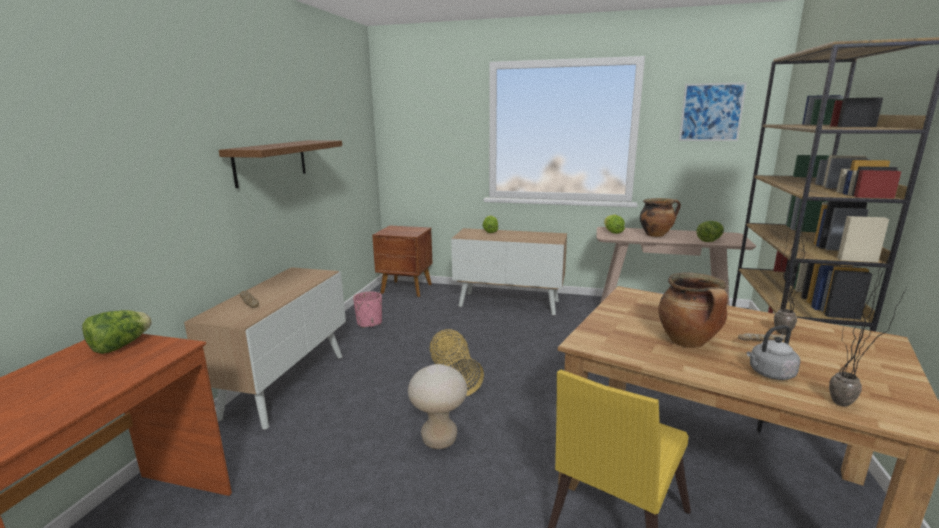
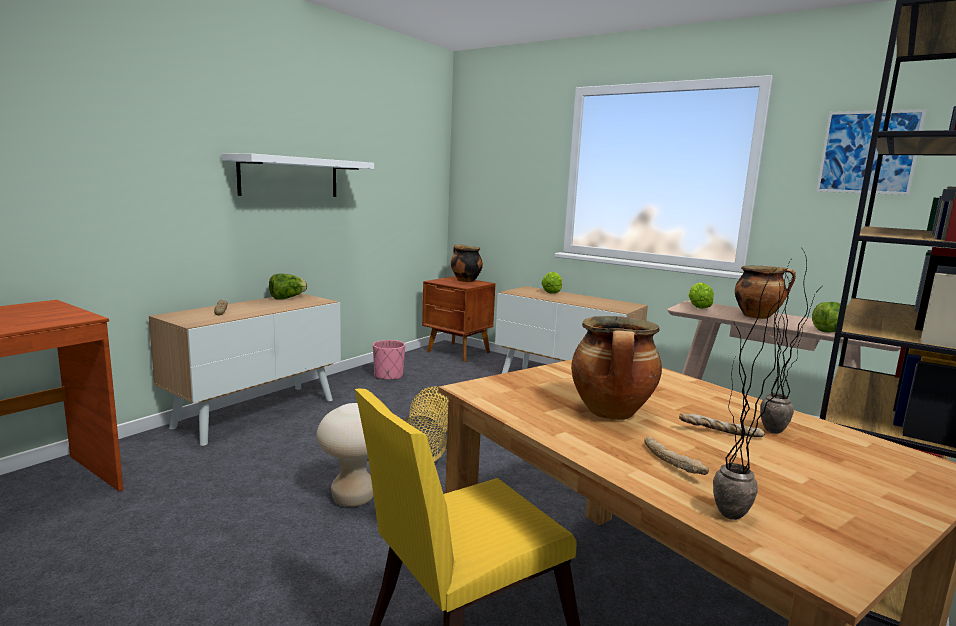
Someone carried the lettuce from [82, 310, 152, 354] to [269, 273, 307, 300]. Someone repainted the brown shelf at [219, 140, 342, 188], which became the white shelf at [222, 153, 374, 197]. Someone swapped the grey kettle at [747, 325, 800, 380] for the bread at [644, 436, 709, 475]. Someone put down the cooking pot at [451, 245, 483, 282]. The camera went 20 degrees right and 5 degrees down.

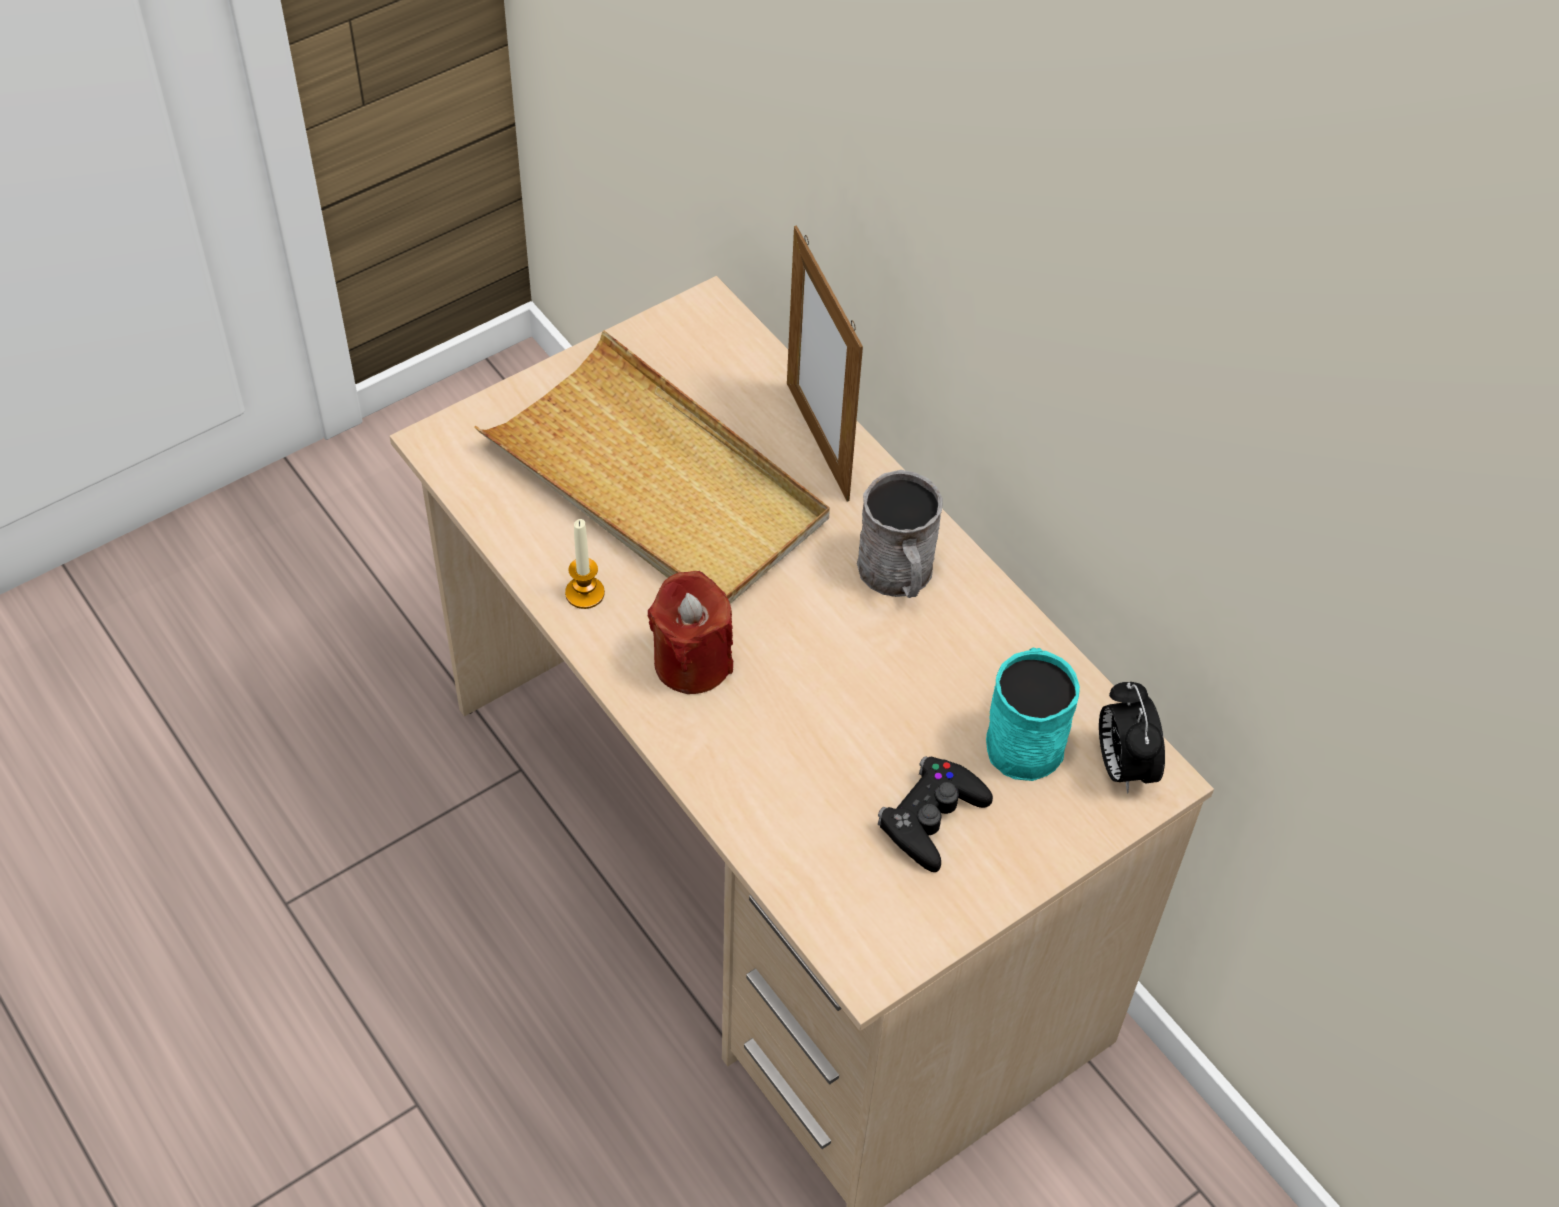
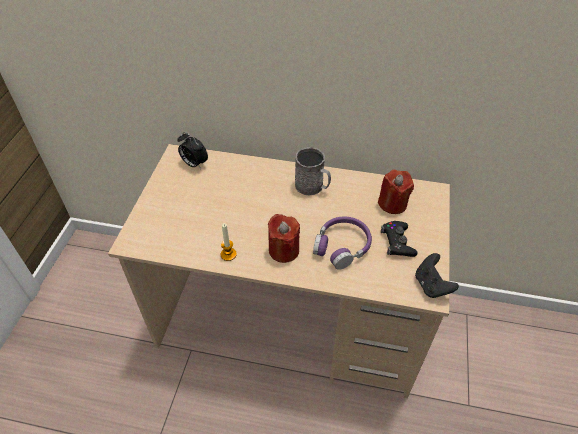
Someone took away the beige tray at [475, 330, 830, 604]. Someone took away the picture frame at [787, 225, 863, 502]. Someone swapped the turquoise mug at [986, 647, 1080, 781] for the red candle at [378, 169, 414, 214]. Someone carried the alarm clock from [1099, 682, 1165, 793] to [177, 132, 208, 169]. Someone put down the purple headphones at [313, 217, 372, 270]. Someone put down the black game controller at [415, 253, 459, 298]. The camera went 40 degrees left and 5 degrees down.

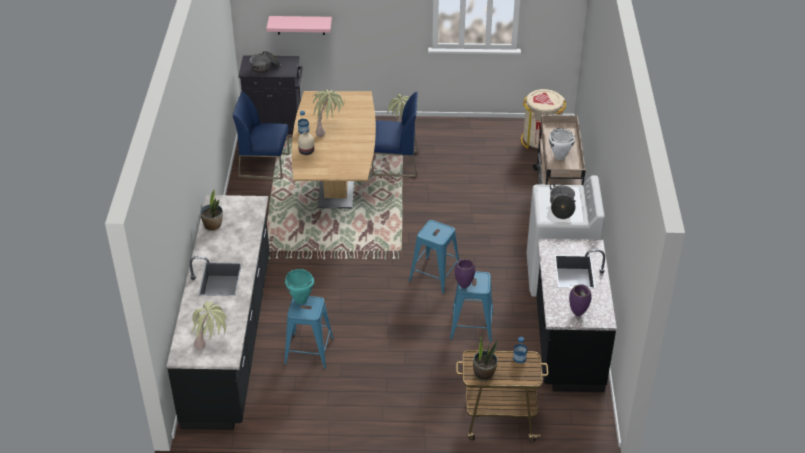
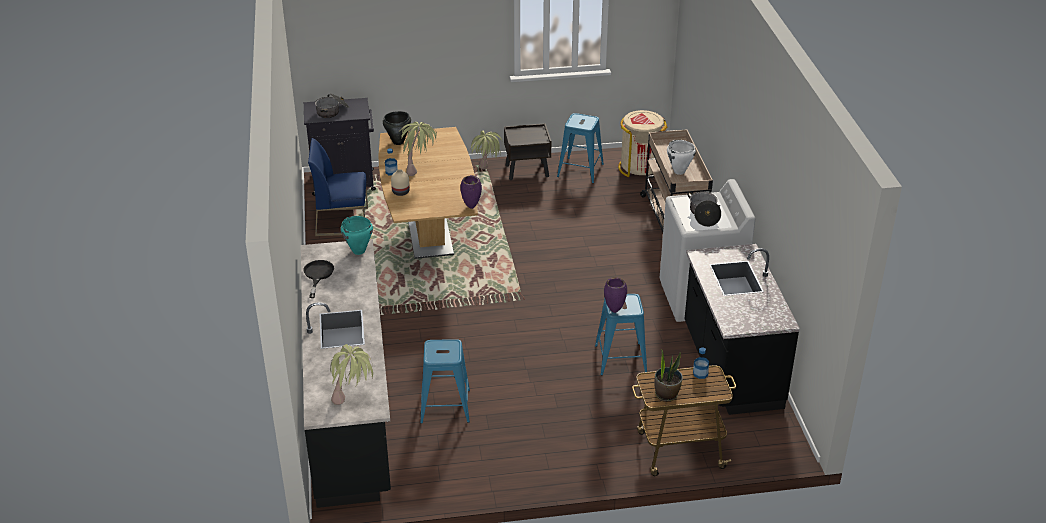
Someone swapped the potted plant at [200, 189, 223, 231] for the black frying pan at [303, 260, 334, 298]. Someone took away the pink shelf at [266, 16, 332, 35]. Someone carried the turquoise cooking pot from [285, 269, 314, 304] to [341, 216, 373, 255]. Someone took away the blue chair at [372, 92, 418, 177]. Someone carried the blue stool from [409, 220, 459, 294] to [557, 113, 604, 183]. Someone carried the purple vase from [569, 284, 592, 316] to [460, 175, 482, 209]. Someone put down the black cooking pot at [383, 111, 411, 145]. Someone put down the brown nightstand at [504, 123, 551, 180]. The camera went 10 degrees left and 5 degrees down.

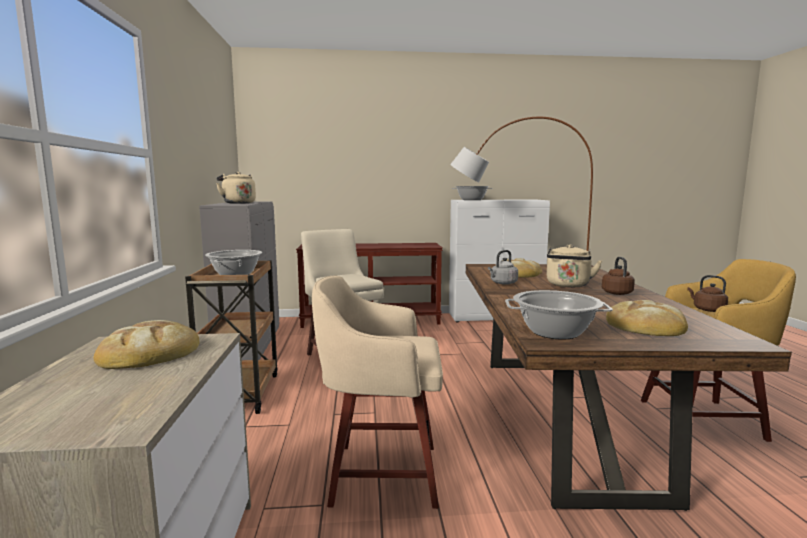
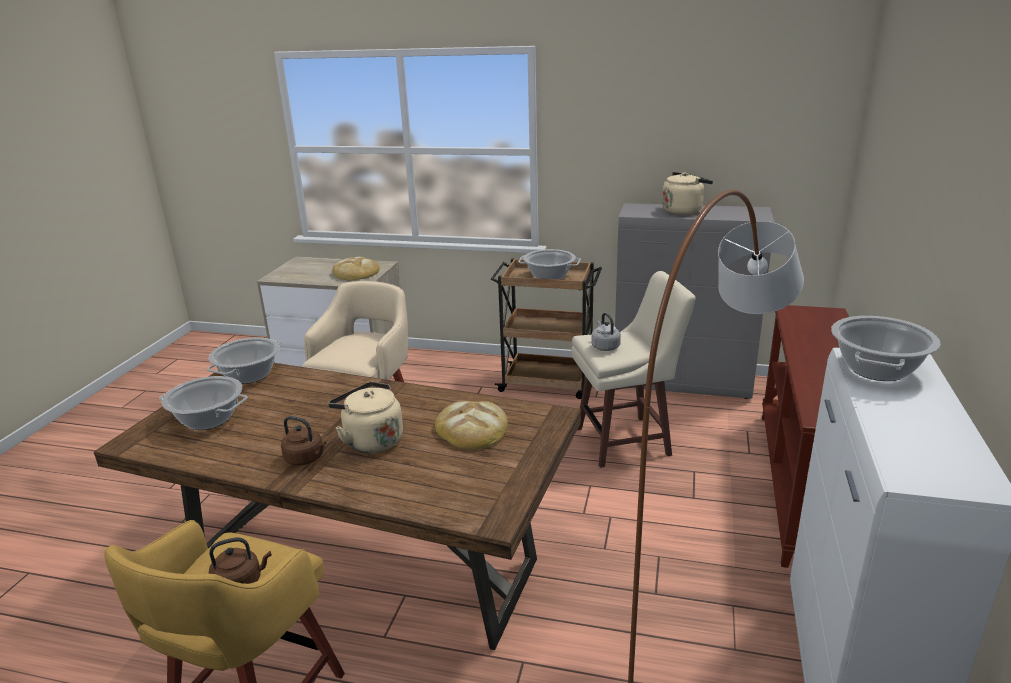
Someone carried the grey kettle from [488, 250, 518, 285] to [591, 313, 621, 351]. Someone swapped the bread at [606, 300, 688, 336] for the cooking pot at [159, 376, 248, 430]. The camera went 110 degrees right and 15 degrees up.

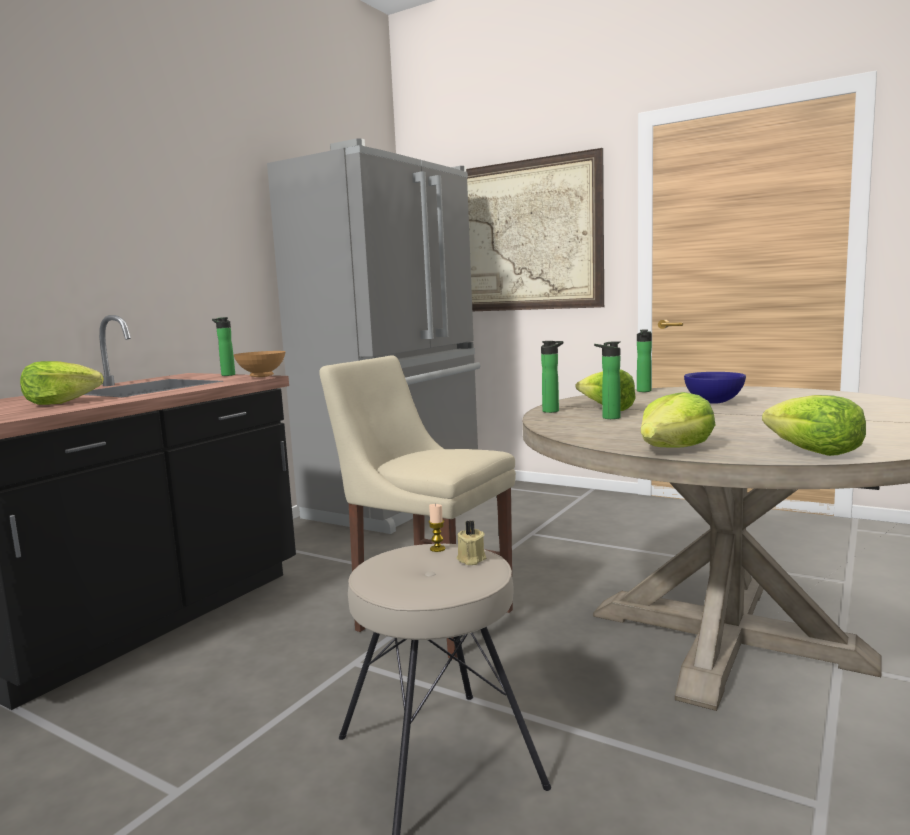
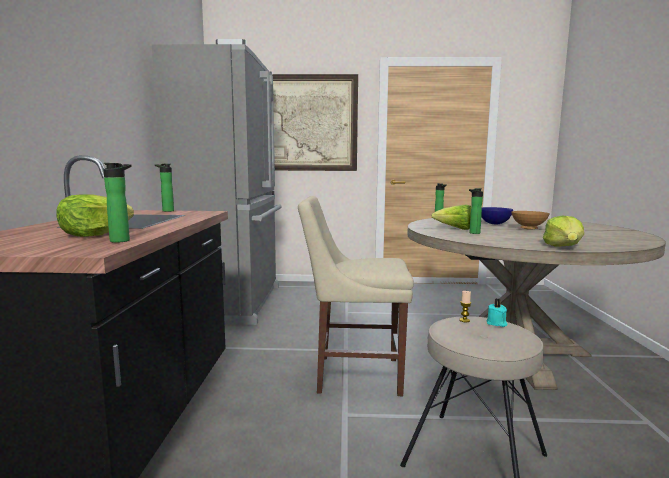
Someone carried the brown bowl from [234, 351, 286, 377] to [511, 211, 550, 230]. Someone repainted the beige candle at [456, 521, 486, 565], which became the turquoise candle at [487, 298, 507, 327]. Someone carried the bottle from [541, 341, 564, 413] to [103, 163, 132, 243]. Someone took away the lettuce at [762, 395, 866, 456]. The camera went 30 degrees left and 0 degrees up.

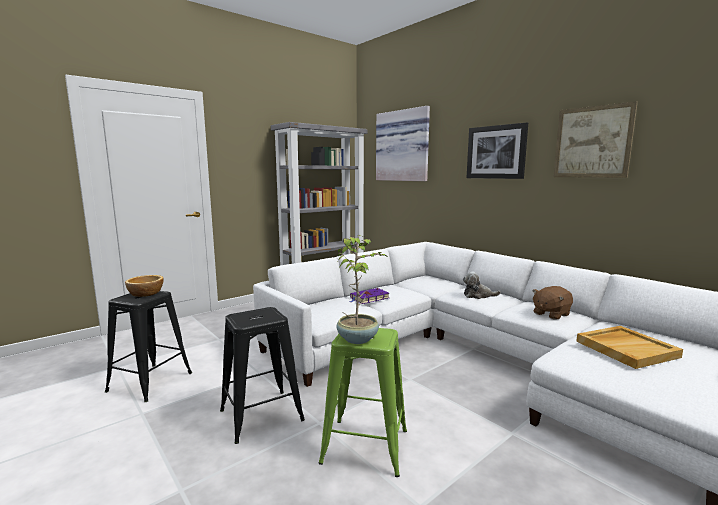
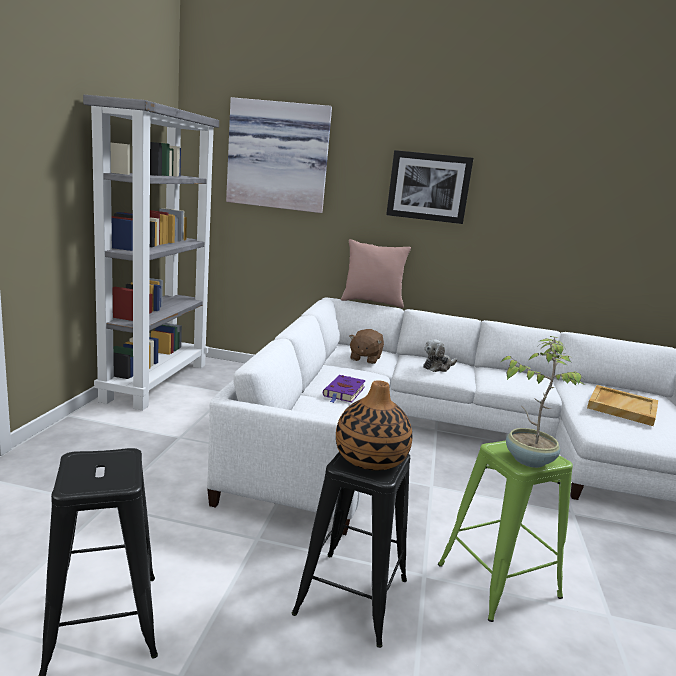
Someone took away the bowl at [125, 275, 164, 297]. Someone carried the brown plush toy from [532, 286, 573, 320] to [349, 329, 384, 364]. Someone took away the picture at [553, 101, 638, 178]. Someone put down the vase at [336, 380, 412, 471]. Someone put down the pink pillow at [341, 239, 411, 308]. The camera went 40 degrees left and 5 degrees up.

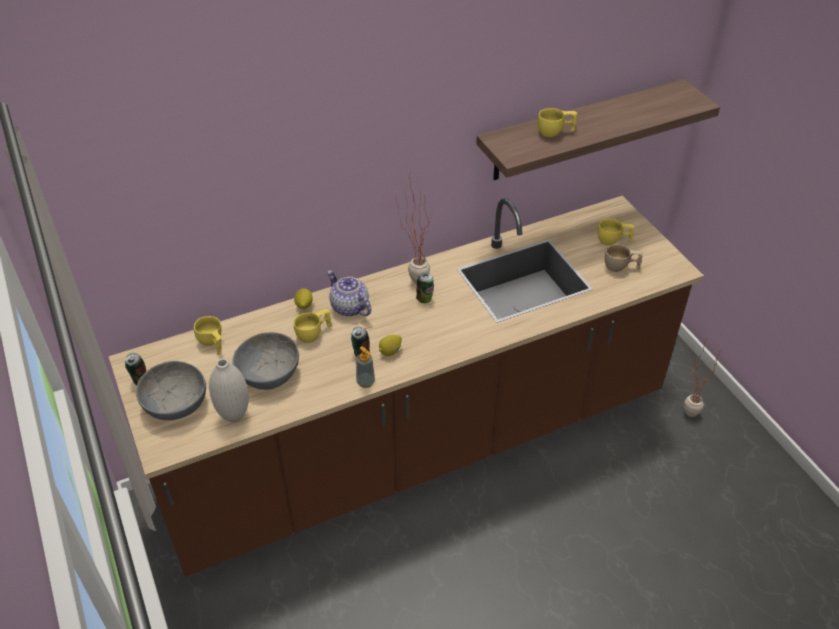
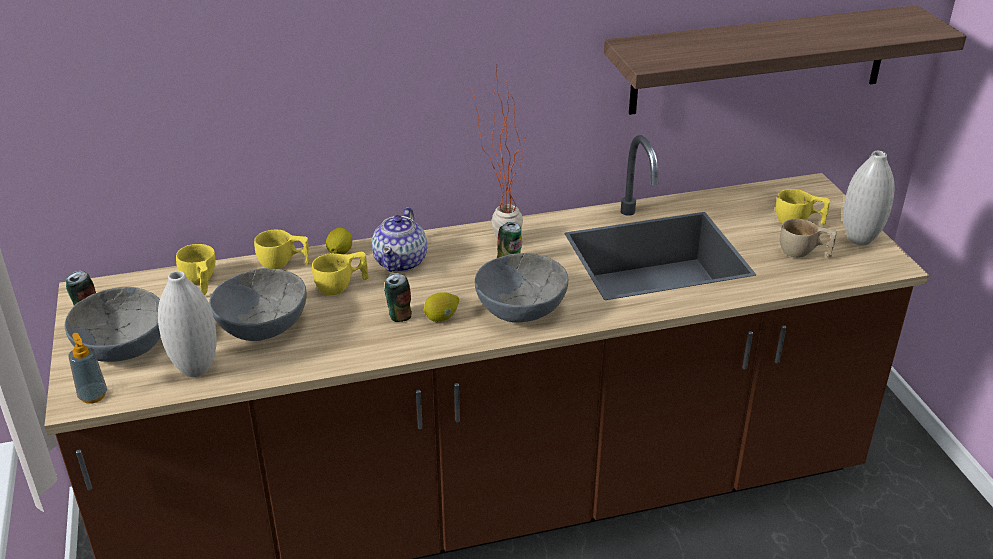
Someone rotated the teapot at [327, 270, 371, 316] by 135 degrees counterclockwise. Someone carried the soap dispenser from [356, 346, 375, 388] to [68, 333, 107, 404]. Someone carried the yellow cup from [538, 108, 577, 137] to [254, 230, 309, 269]. Someone took away the potted plant at [684, 340, 721, 417]. Someone put down the grey bowl at [475, 253, 568, 323]. Someone put down the white vase at [843, 151, 895, 246]. The camera went 10 degrees right and 10 degrees down.

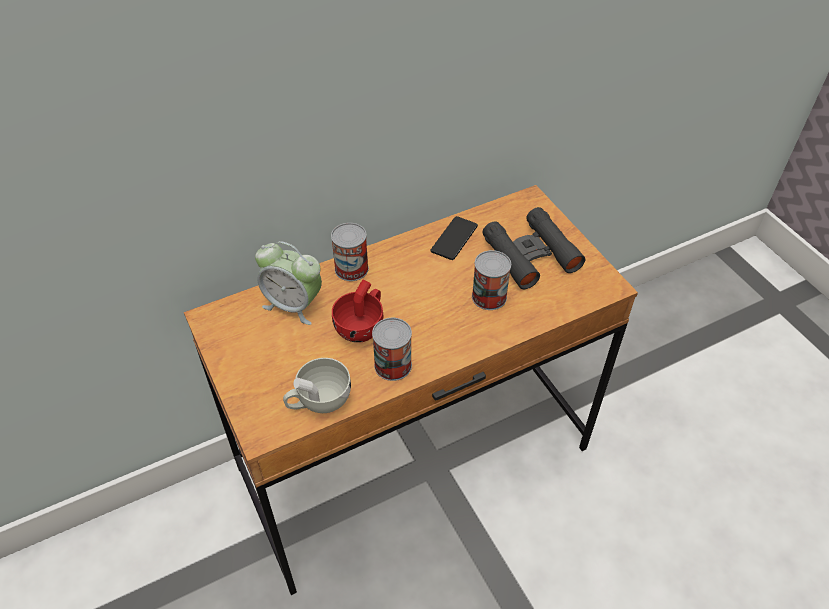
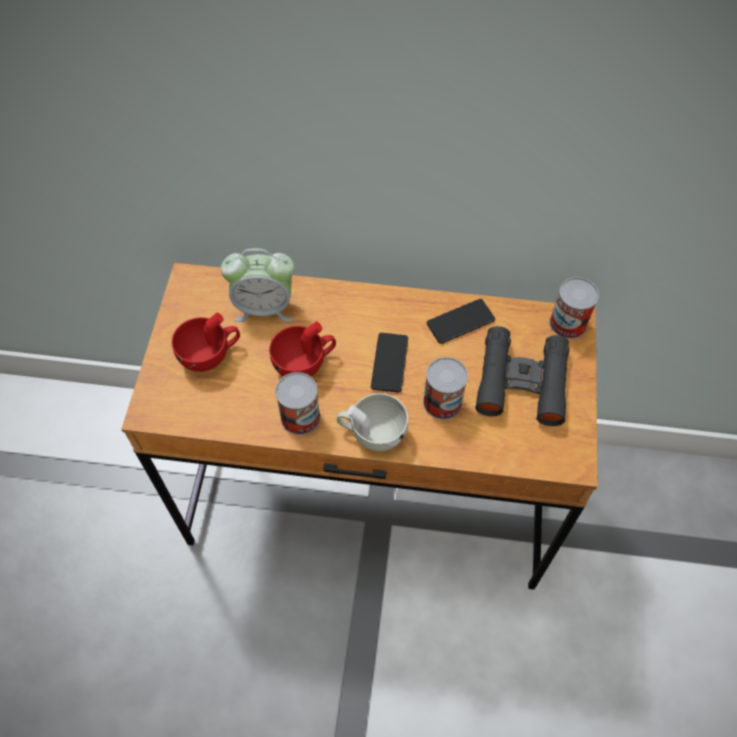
Someone rotated the alarm clock at [255, 241, 322, 325] by 60 degrees counterclockwise. Someone carried the white cup from [283, 358, 351, 413] to [337, 393, 408, 451]. Someone carried the can from [331, 223, 369, 281] to [549, 277, 599, 339]. Someone put down the red cup at [171, 313, 240, 372]. Someone put down the phone at [371, 333, 408, 393]. The camera went 35 degrees right and 10 degrees up.

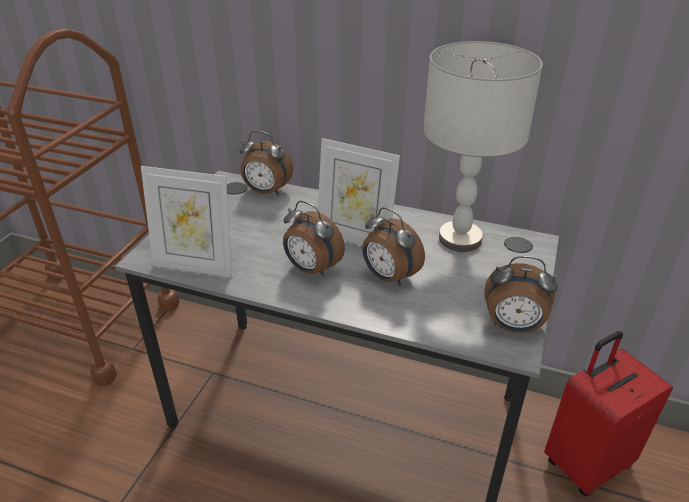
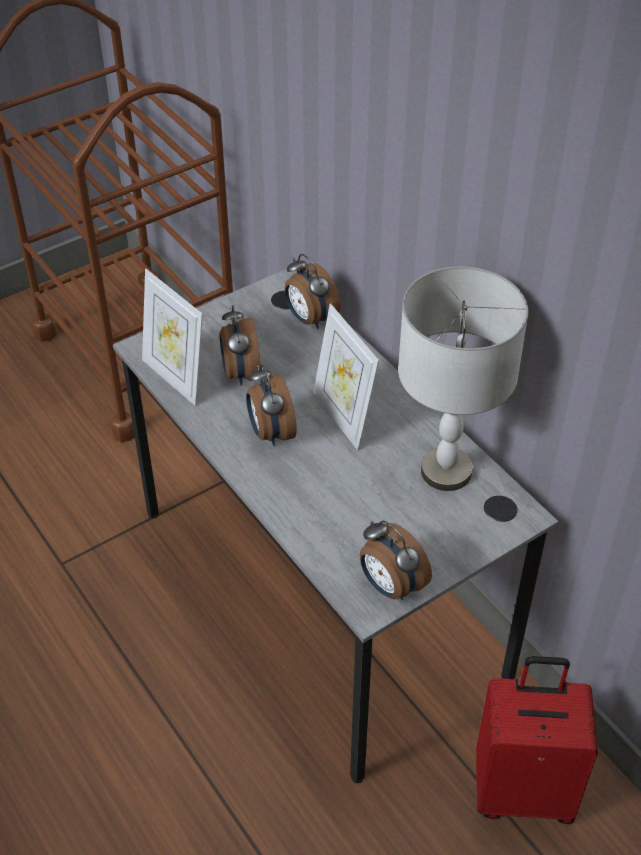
Someone carried the alarm clock from [362, 207, 425, 286] to [219, 305, 261, 386]. The camera went 35 degrees right and 10 degrees up.

